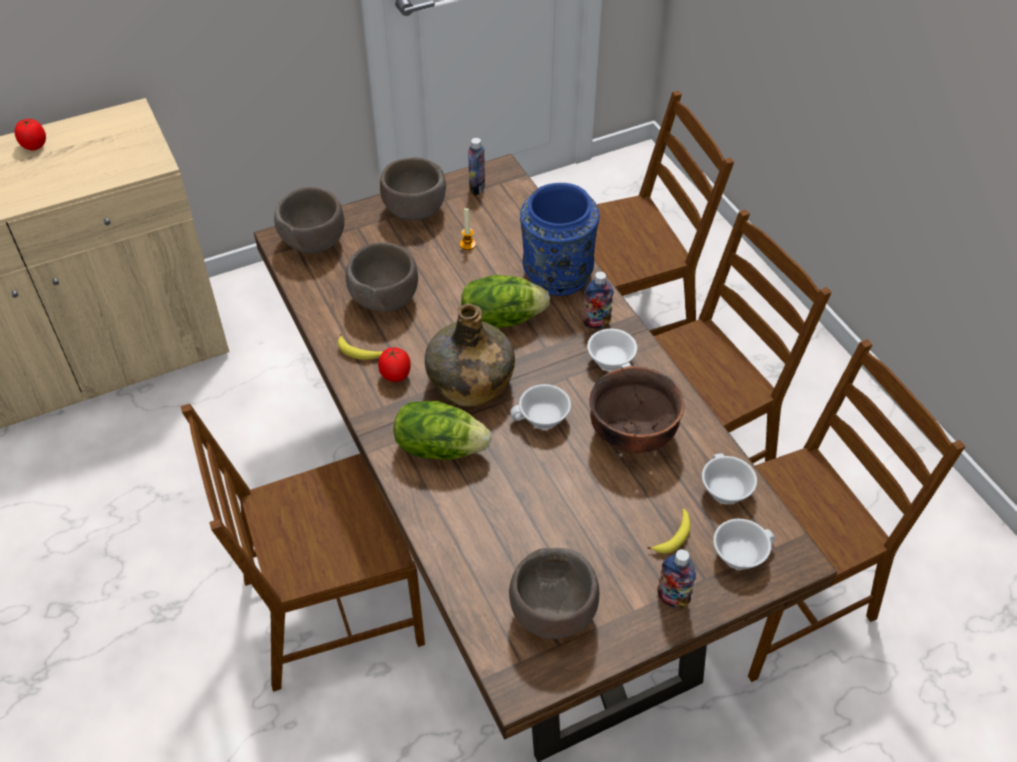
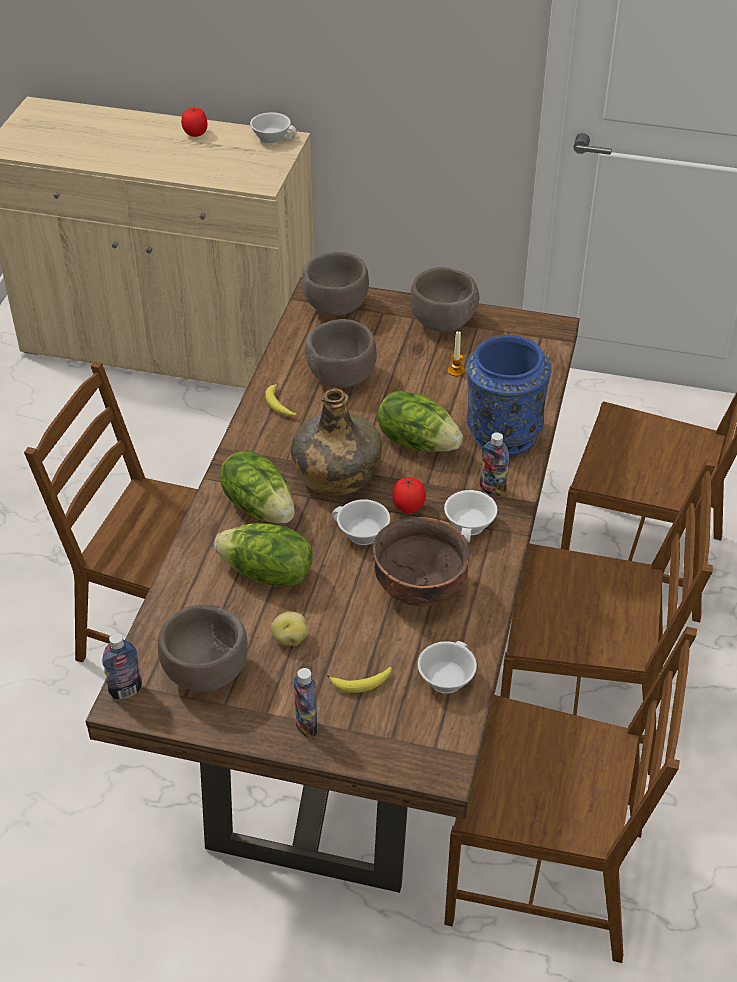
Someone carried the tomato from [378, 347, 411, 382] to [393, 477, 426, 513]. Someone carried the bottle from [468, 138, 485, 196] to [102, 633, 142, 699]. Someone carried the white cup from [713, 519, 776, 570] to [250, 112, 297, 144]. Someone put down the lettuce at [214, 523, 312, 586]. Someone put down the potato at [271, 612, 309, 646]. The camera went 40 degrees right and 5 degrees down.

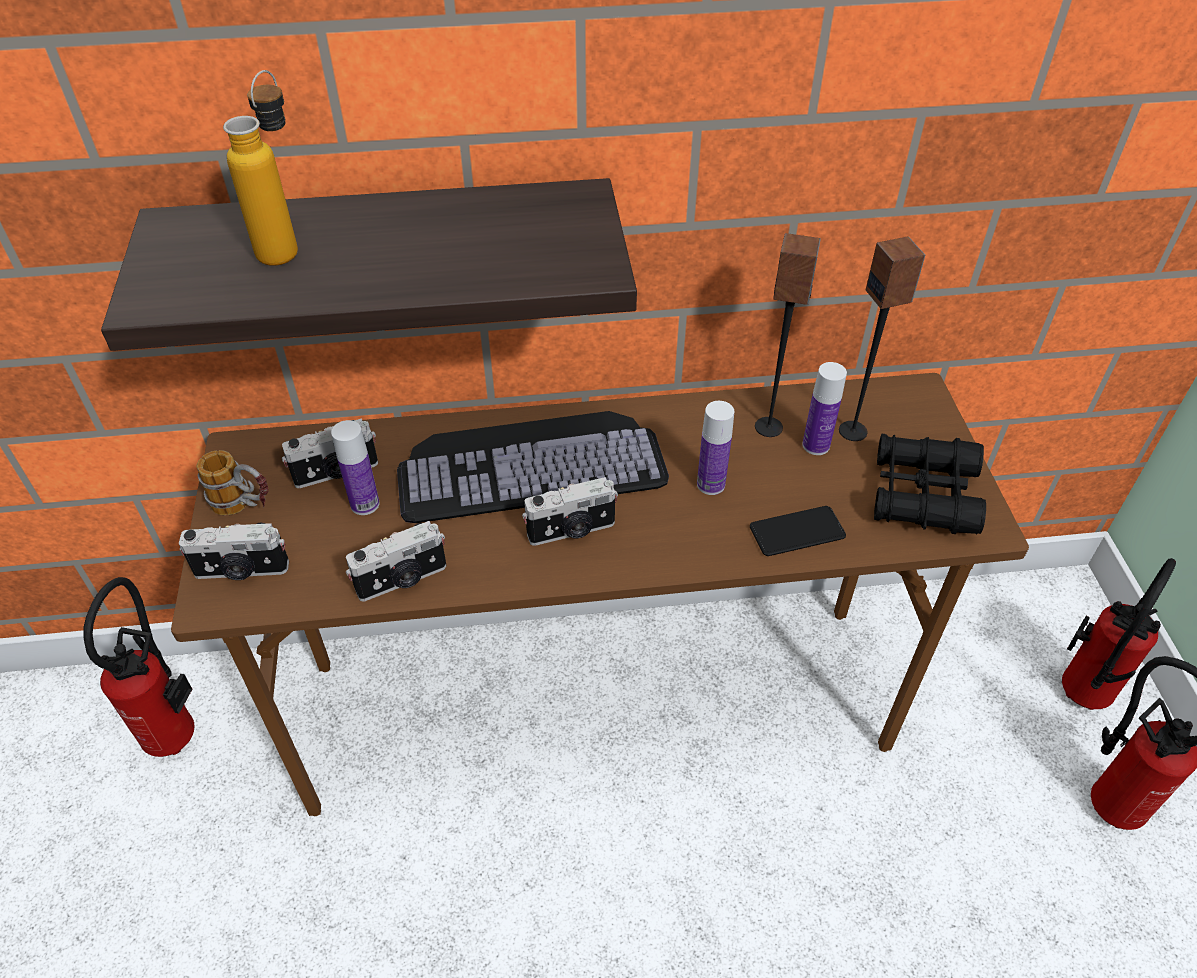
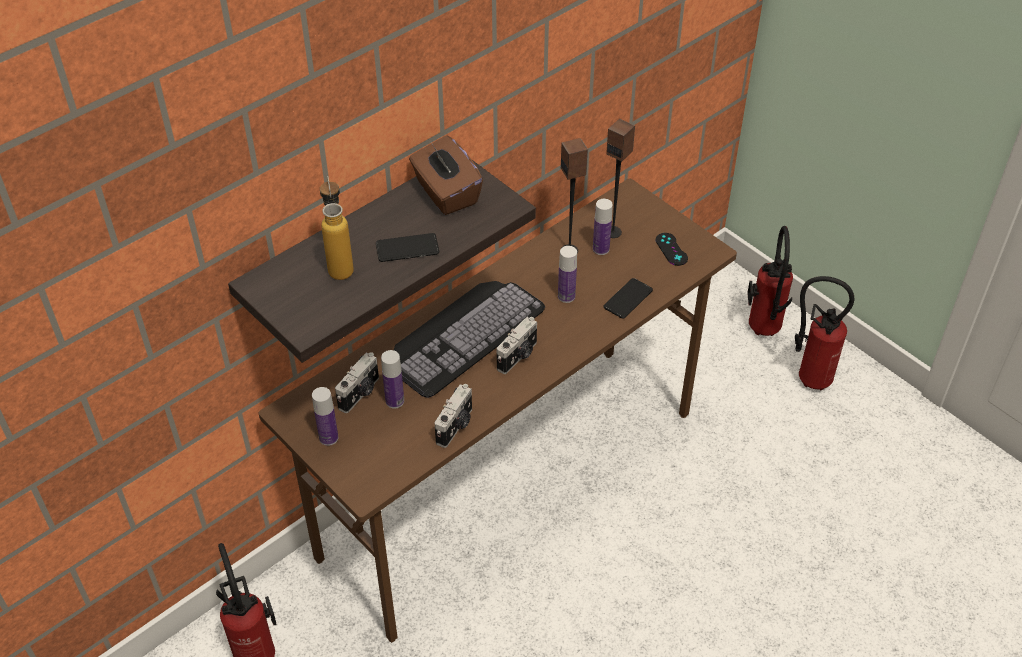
Someone took away the photo camera at [179, 523, 289, 580]. Someone swapped the mug at [196, 450, 269, 515] for the bottle at [312, 387, 338, 446]. Someone swapped the black binoculars at [874, 434, 986, 534] for the black game controller at [656, 233, 688, 266]. Someone put down the phone at [376, 233, 439, 262]. Someone put down the brown tissue box at [409, 135, 483, 215]. The camera went 35 degrees left and 0 degrees up.

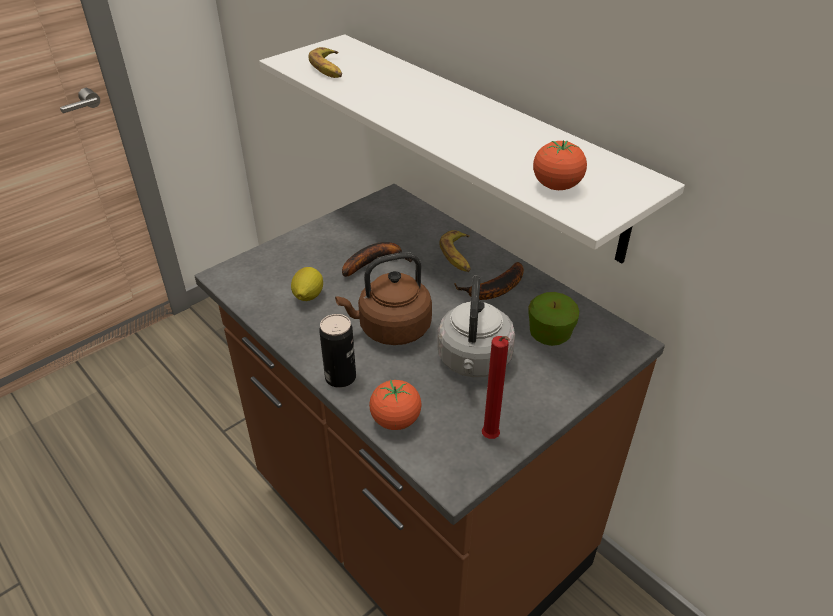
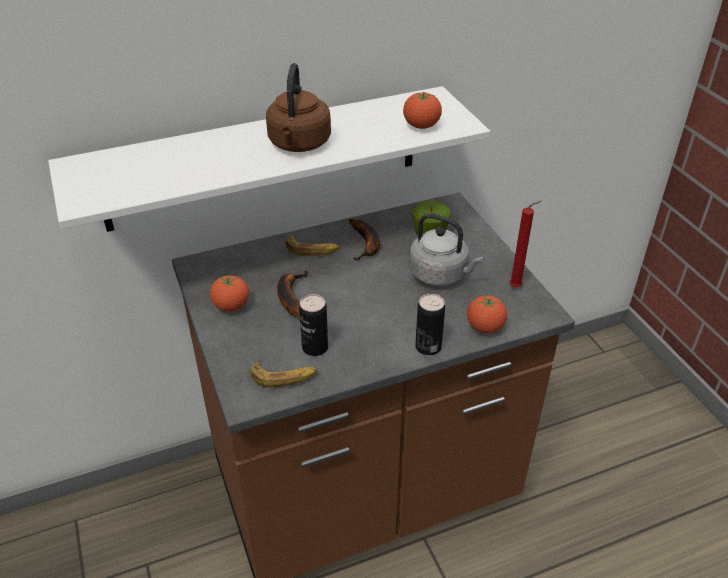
Someone swapped the lemon at [291, 267, 323, 301] for the can at [299, 294, 328, 356]. Someone carried the banana from [309, 47, 342, 78] to [250, 360, 318, 387]. Someone carried the brown kettle from [335, 252, 432, 345] to [266, 63, 331, 152]. Someone put down the tomato at [210, 275, 249, 312]. The camera went 70 degrees left and 0 degrees up.

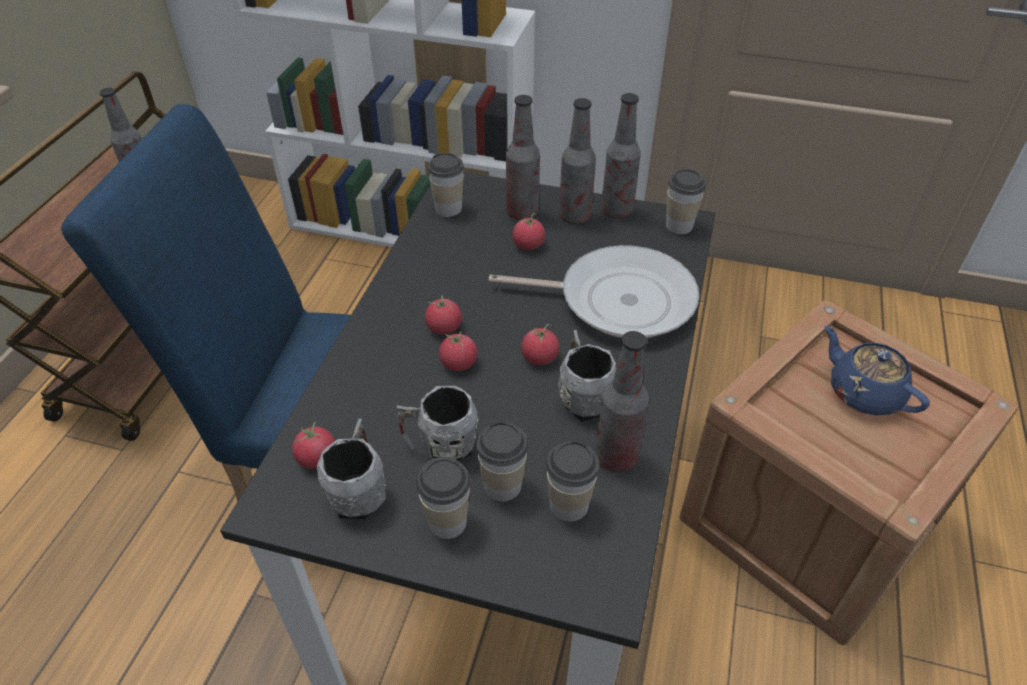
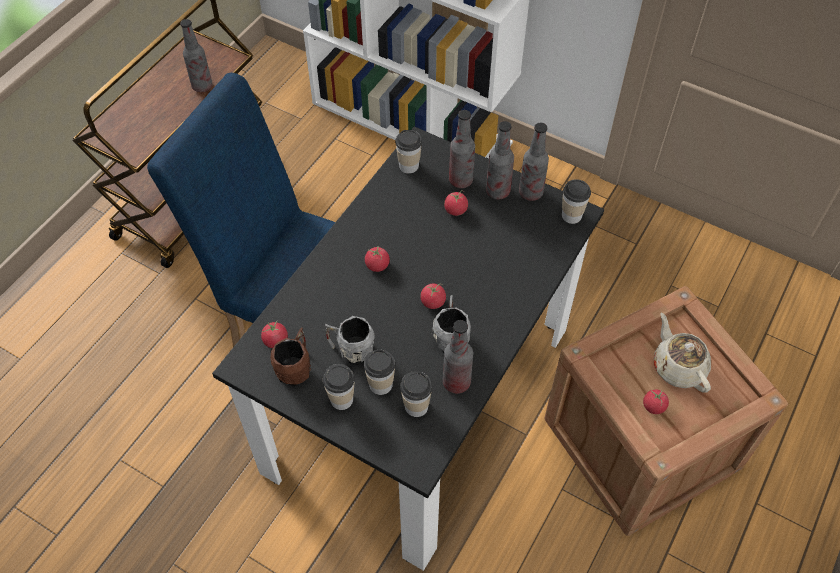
Someone repainted the grey mug at [317, 418, 386, 519], which became the brown mug at [270, 328, 311, 386]. Someone carried the tomato from [439, 331, 477, 371] to [643, 389, 669, 414]. Someone took away the frying pan at [489, 245, 699, 338]. Someone repainted the blue teapot at [825, 326, 930, 415], which became the beige teapot at [654, 313, 711, 393]. The camera went 15 degrees right and 10 degrees up.

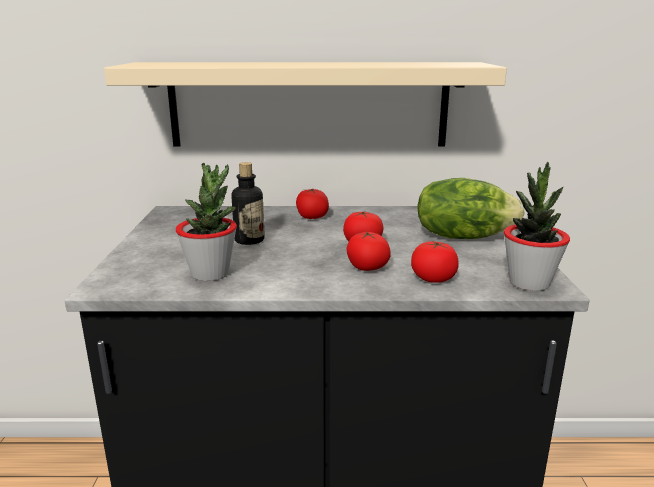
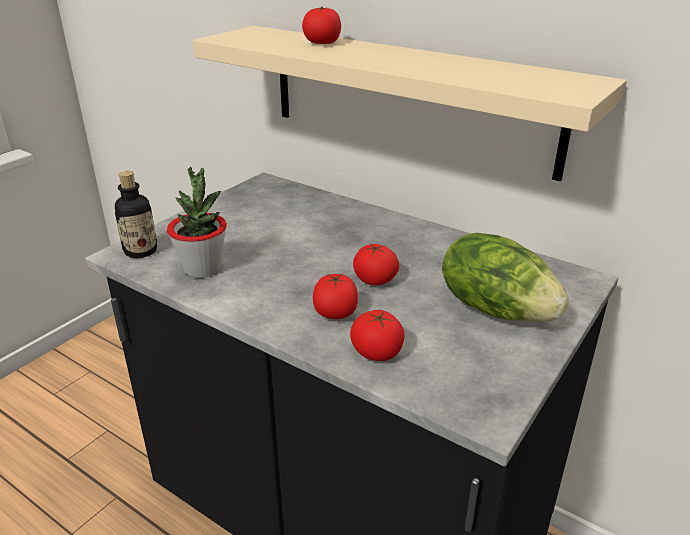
Someone carried the bottle from [231, 162, 265, 245] to [115, 171, 157, 258]. Someone carried the tomato from [296, 188, 329, 219] to [302, 6, 341, 44]. Someone took away the potted plant at [504, 162, 570, 291]. The camera went 35 degrees right and 10 degrees up.

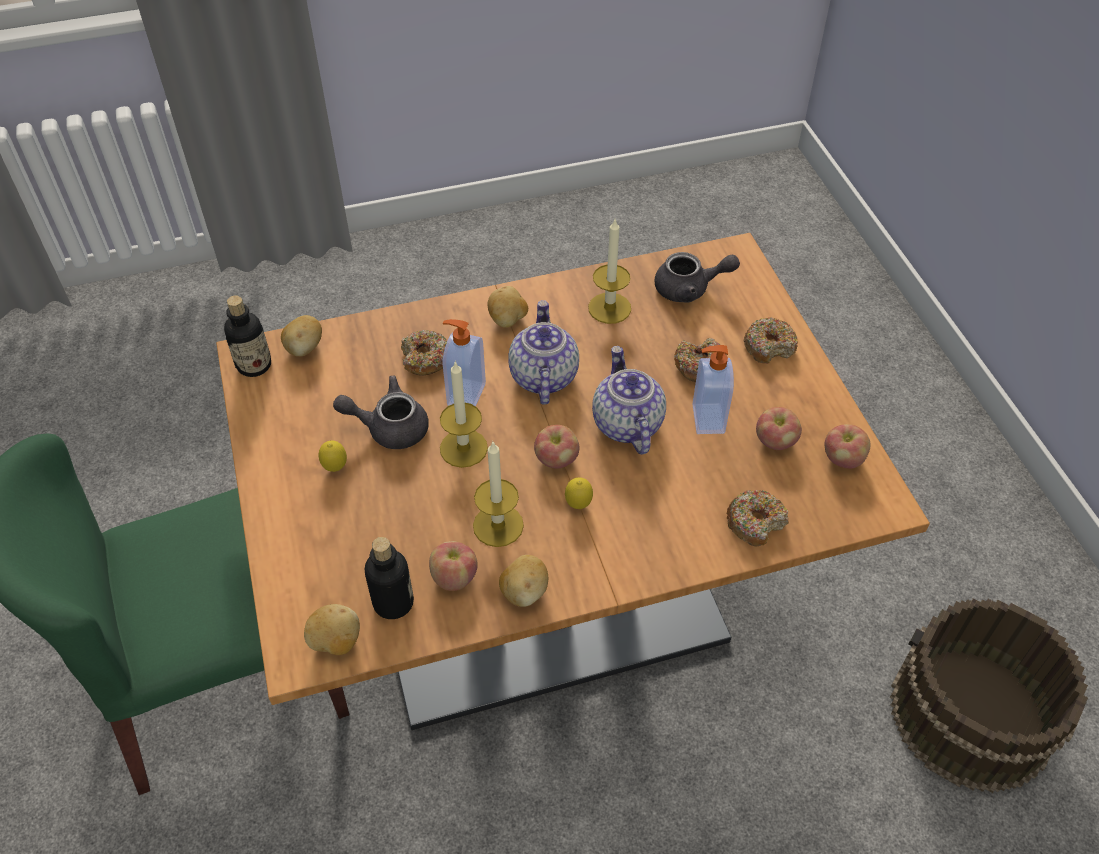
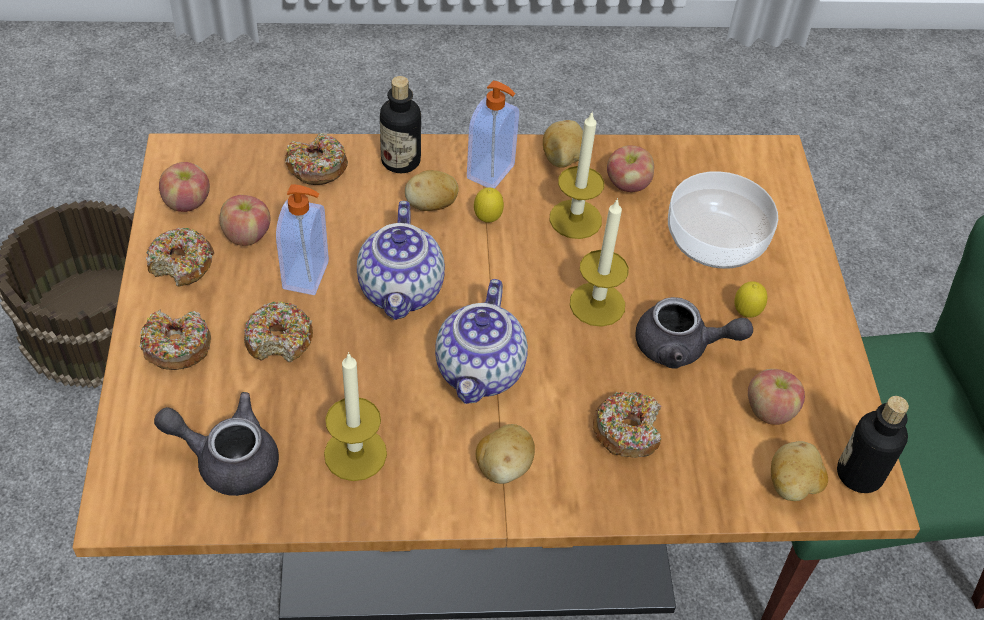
Someone carried the potato from [304, 604, 360, 655] to [405, 170, 459, 211]. Someone carried the bottle from [365, 537, 414, 619] to [380, 76, 421, 173]. Someone carried the soap dispenser from [443, 319, 486, 406] to [467, 81, 519, 189]. Someone carried the apple from [534, 425, 579, 469] to [748, 369, 805, 425]. Someone put down the donut at [146, 228, 214, 287]. Someone put down the bowl at [668, 171, 778, 269]. The camera went 170 degrees left and 0 degrees up.

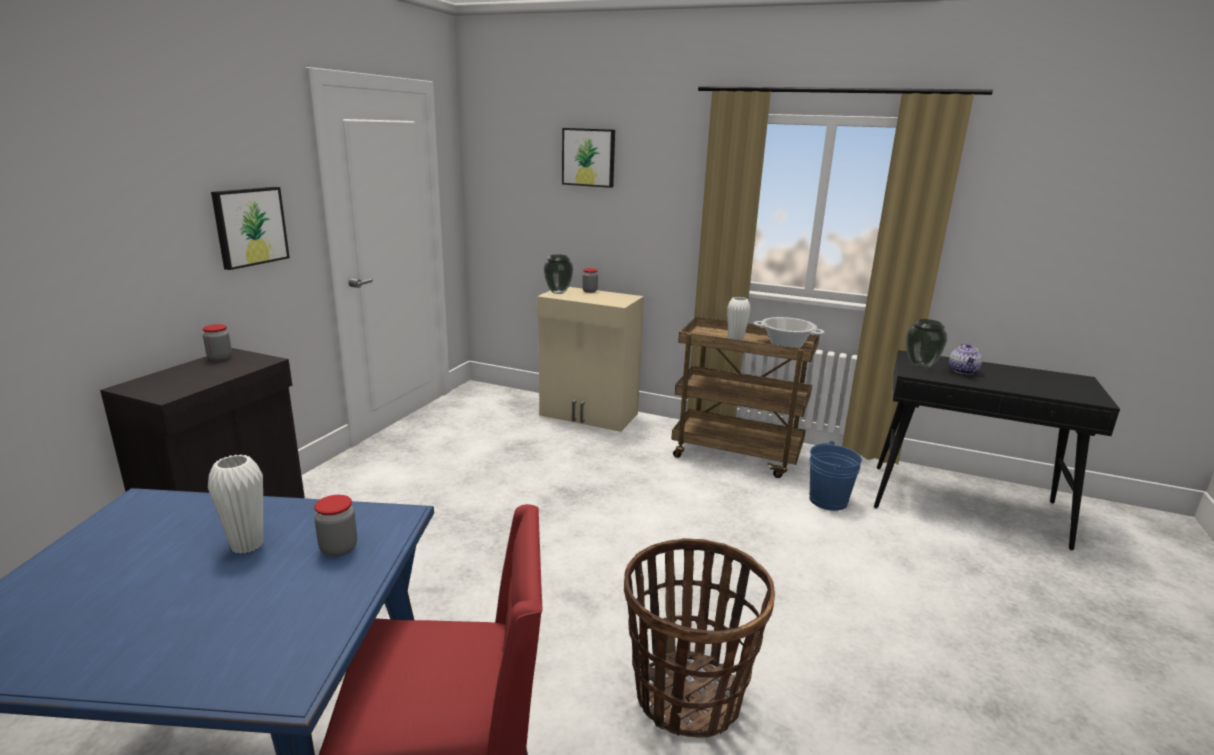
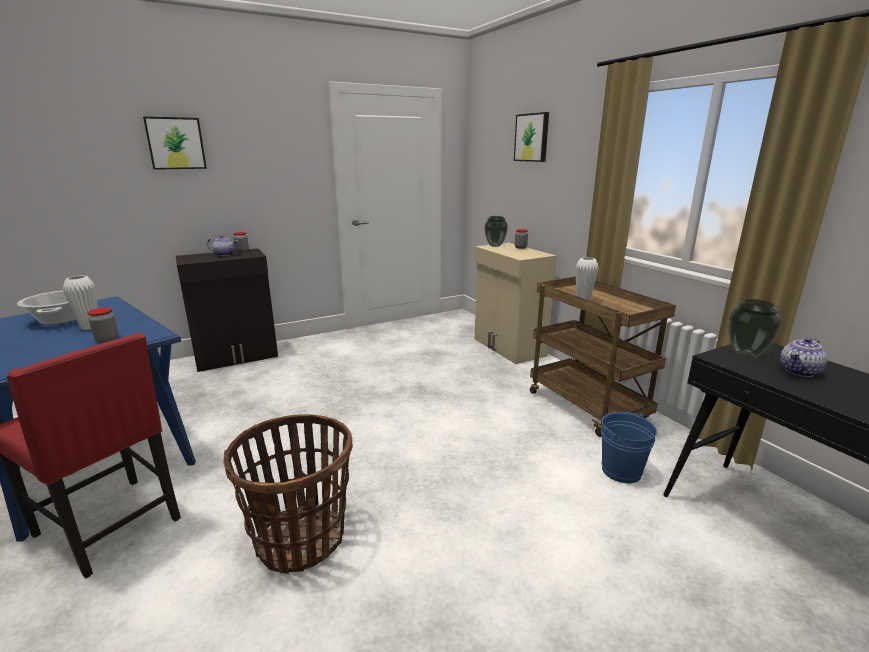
Someone carried the picture from [211, 187, 290, 270] to [143, 117, 207, 170]. Someone carried the cooking pot from [754, 317, 824, 348] to [17, 290, 76, 325]. Someone put down the teapot at [207, 235, 238, 256]. The camera went 40 degrees right and 0 degrees up.

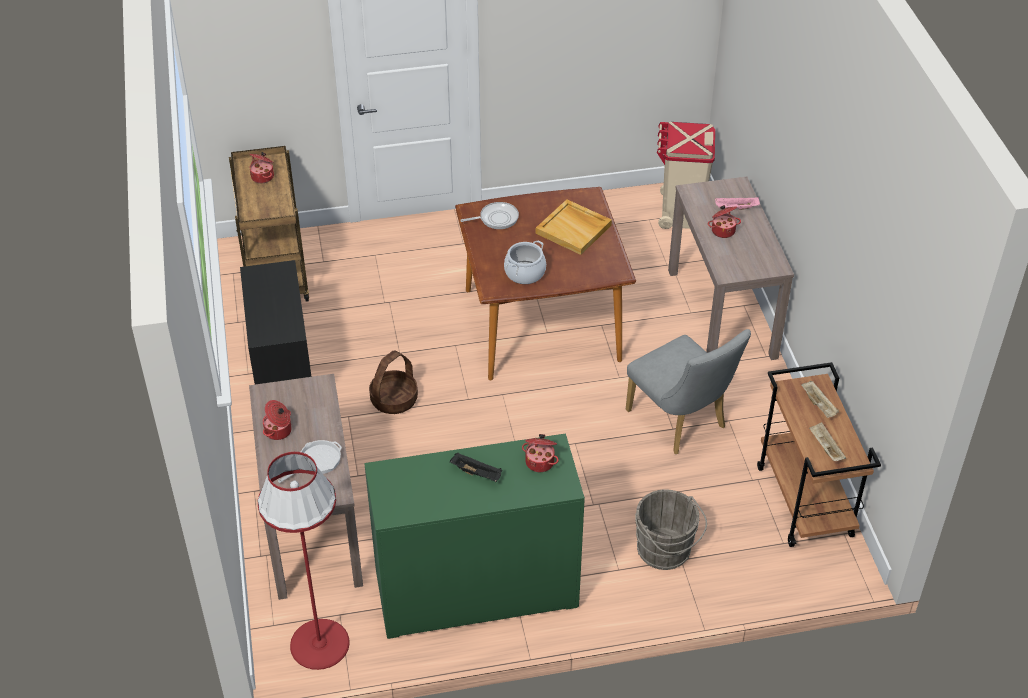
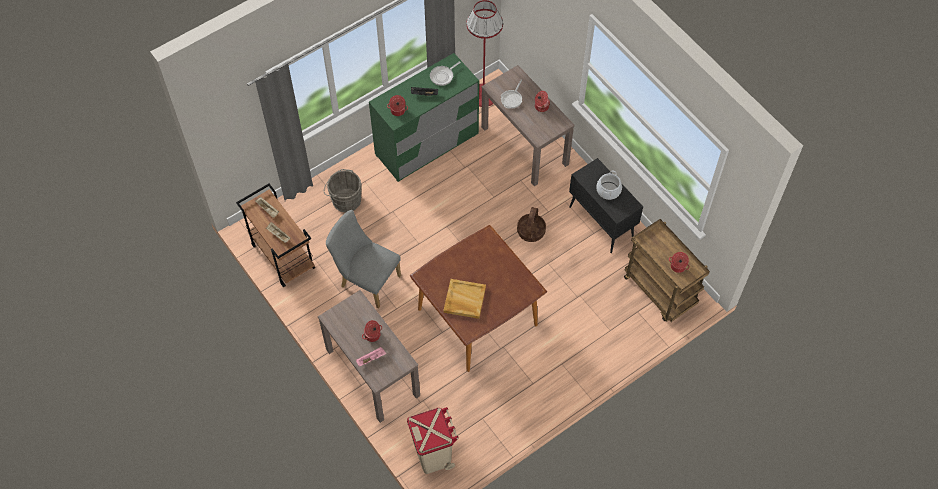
Someone carried the frying pan from [460, 202, 519, 229] to [430, 62, 461, 86]. Someone carried the cooking pot from [504, 240, 546, 284] to [596, 171, 622, 200]. The camera went 155 degrees right and 15 degrees up.

